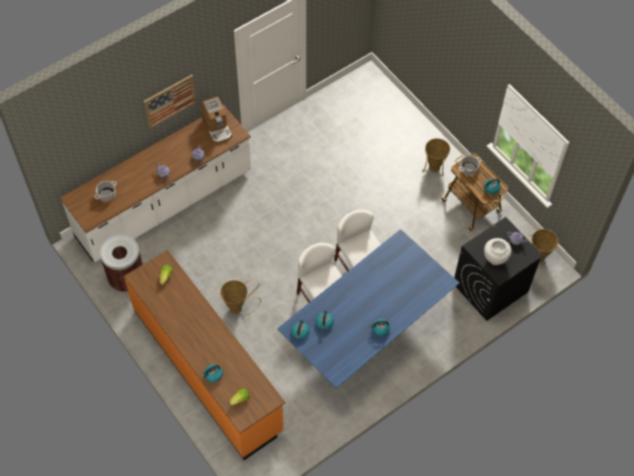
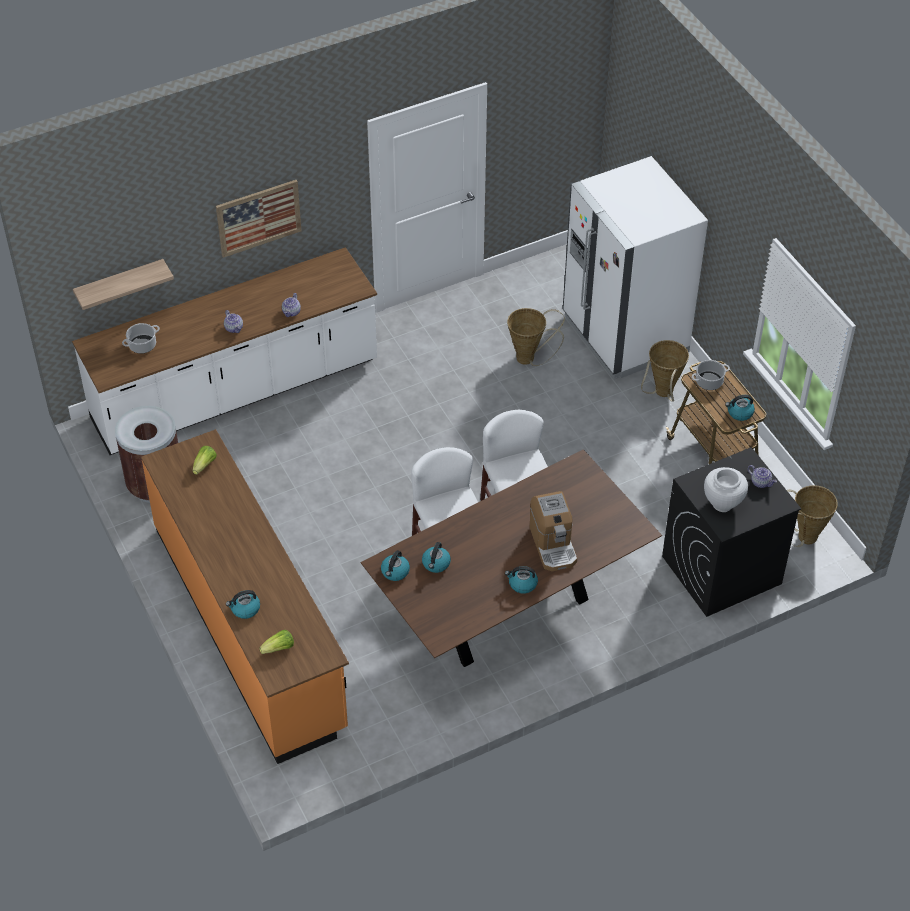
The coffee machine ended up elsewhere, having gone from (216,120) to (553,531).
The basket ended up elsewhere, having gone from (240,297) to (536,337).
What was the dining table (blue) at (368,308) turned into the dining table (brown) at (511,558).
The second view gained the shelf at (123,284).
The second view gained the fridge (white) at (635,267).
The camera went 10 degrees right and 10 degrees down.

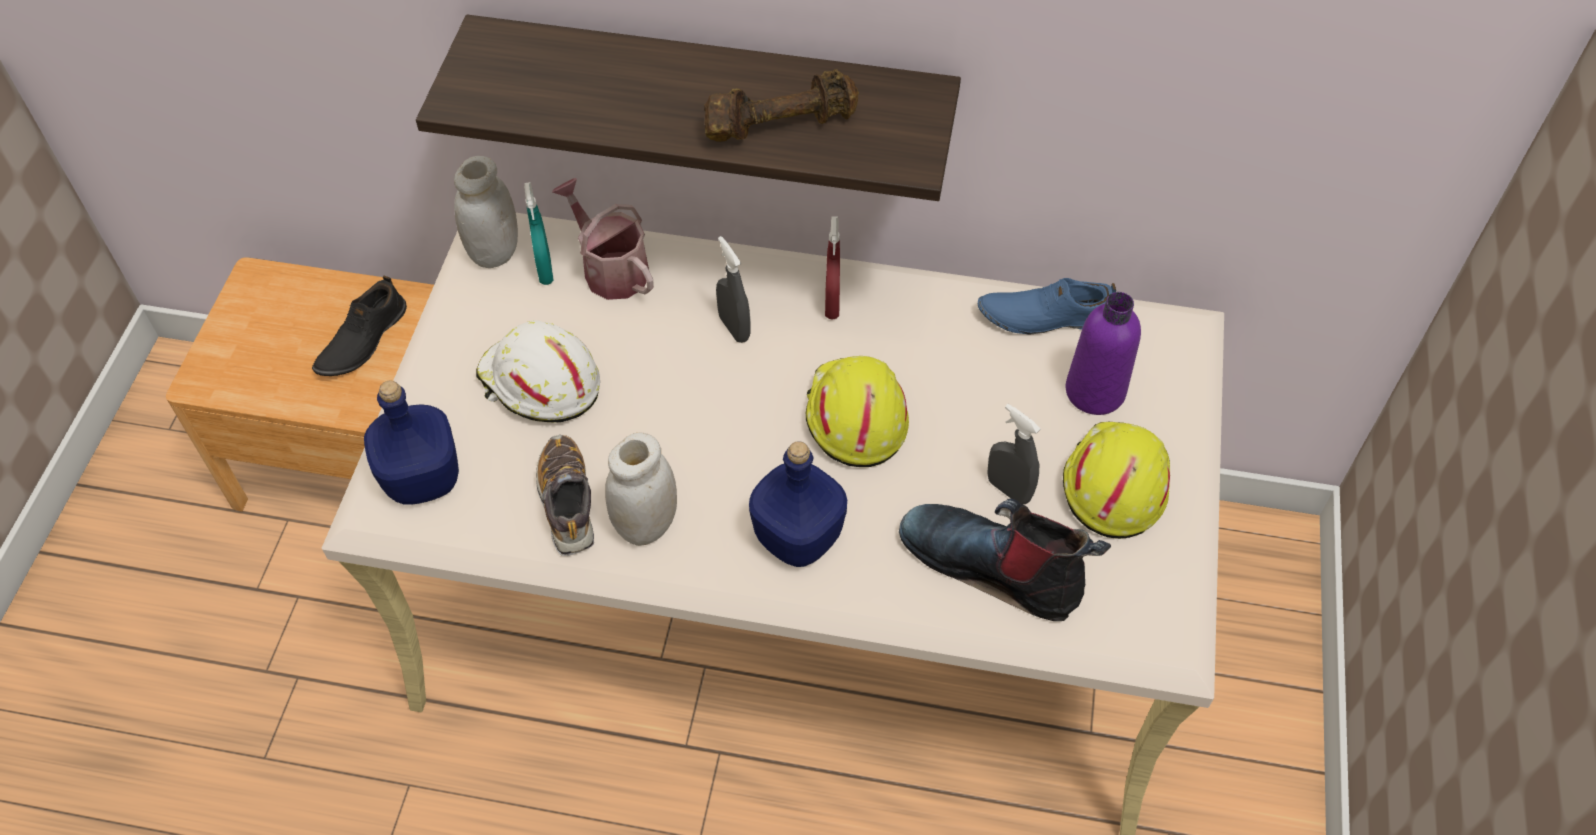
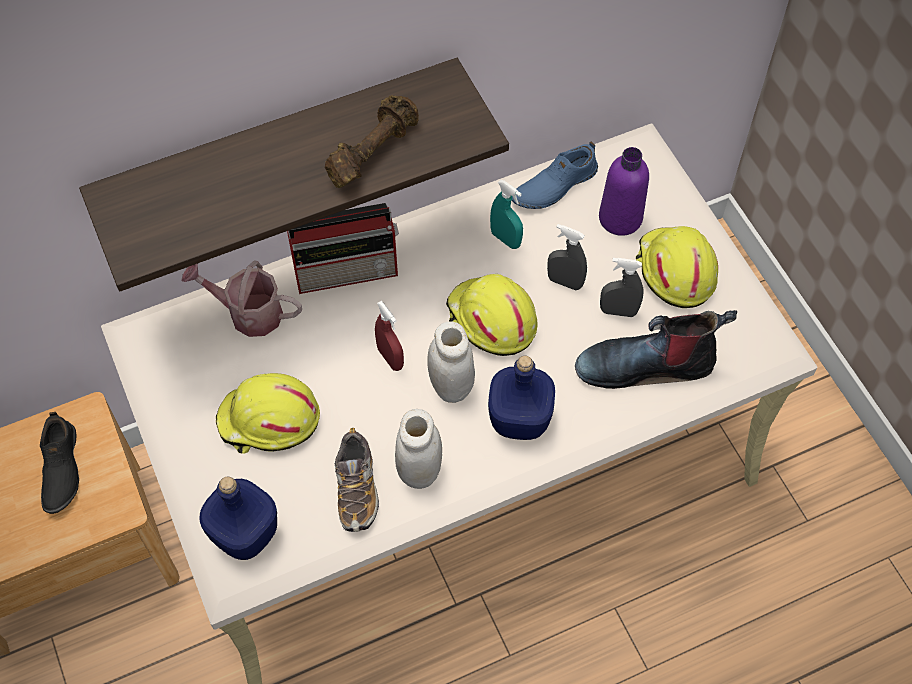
The jar (white) ended up elsewhere, having gone from (486,212) to (451,362).
What was the hard hat (white) at (538,371) turned into the hard hat (yellow) at (268,413).
The spray bottle (turquoise) ended up elsewhere, having gone from (538,233) to (506,214).
The shoe at (565,495) ended up facing another way, 135 degrees counterclockwise from before.
The spray bottle (grey) ended up elsewhere, having gone from (733,289) to (567,257).
The spray bottle (red) ended up elsewhere, having gone from (832,267) to (389,336).
The second view gained the radio at (343,248).
The camera went 35 degrees left and 5 degrees up.

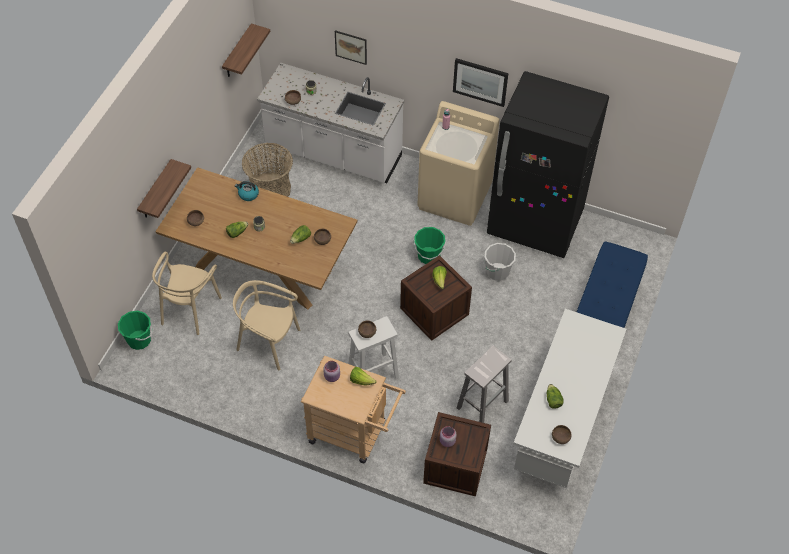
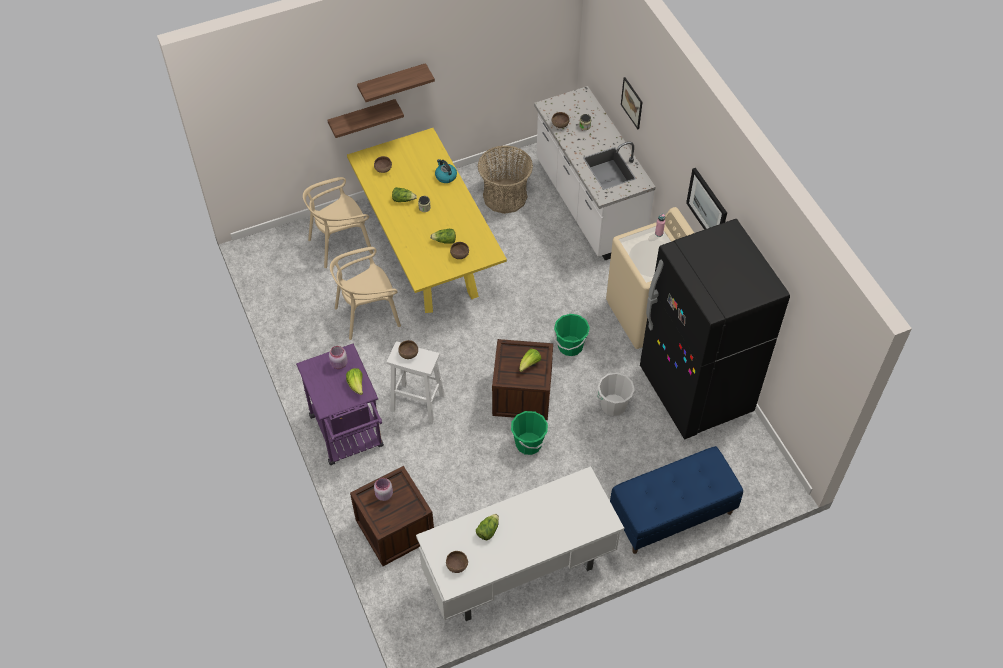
The bucket (green) ended up elsewhere, having gone from (135,330) to (529,433).
What was the dining table (brown) at (256,238) turned into the dining table (yellow) at (427,220).
The shelf ended up elsewhere, having gone from (246,50) to (396,82).
The chair (beige) at (266,325) ended up facing another way, 90 degrees counterclockwise from before.
What was the cart (beige) at (353,409) turned into the cart (purple) at (340,404).
The second view lost the stool (white) at (484,384).
The camera went 45 degrees right and 0 degrees up.

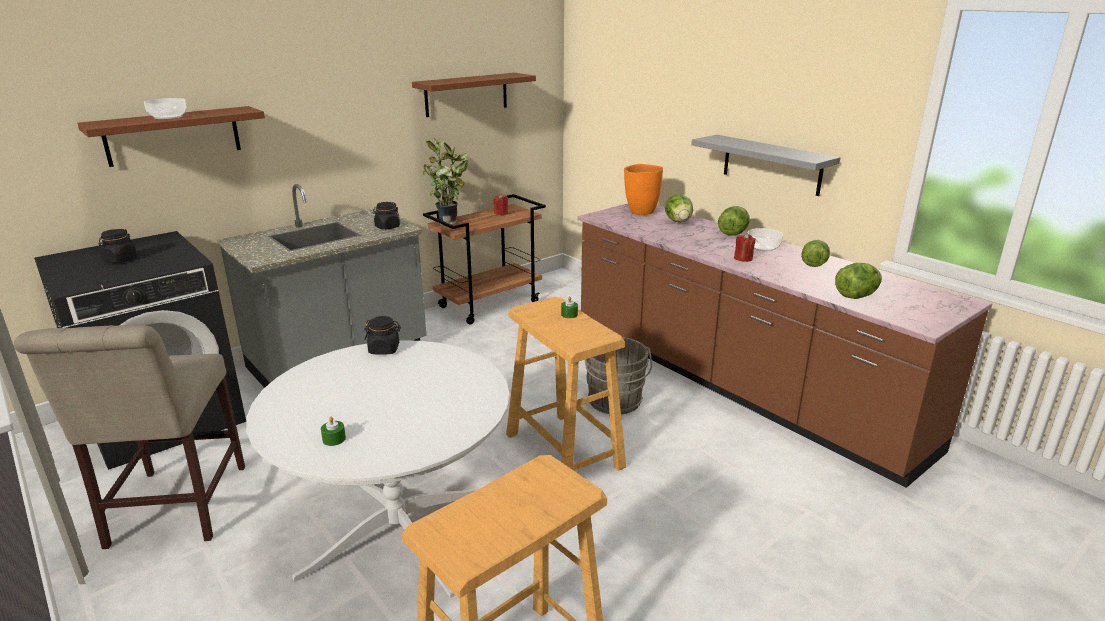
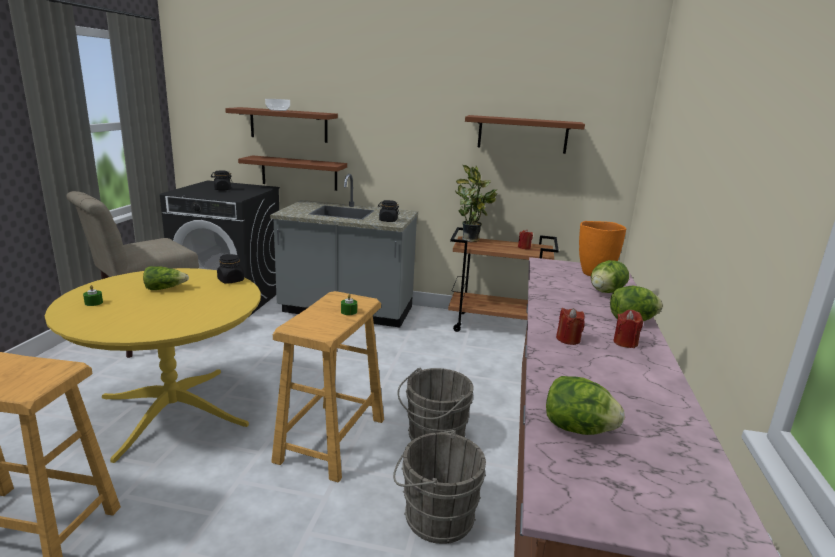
What was the dining table (white) at (378,469) turned into the dining table (yellow) at (153,365).
The second view lost the shelf (grey) at (765,165).
Where the bowl stood at (765,239), the candle (red) came to stand at (628,329).
The lettuce ended up elsewhere, having gone from (815,253) to (166,278).
The second view gained the shelf (brown) at (292,173).
The second view gained the bucket (grey) at (439,487).
The camera went 50 degrees right and 5 degrees down.

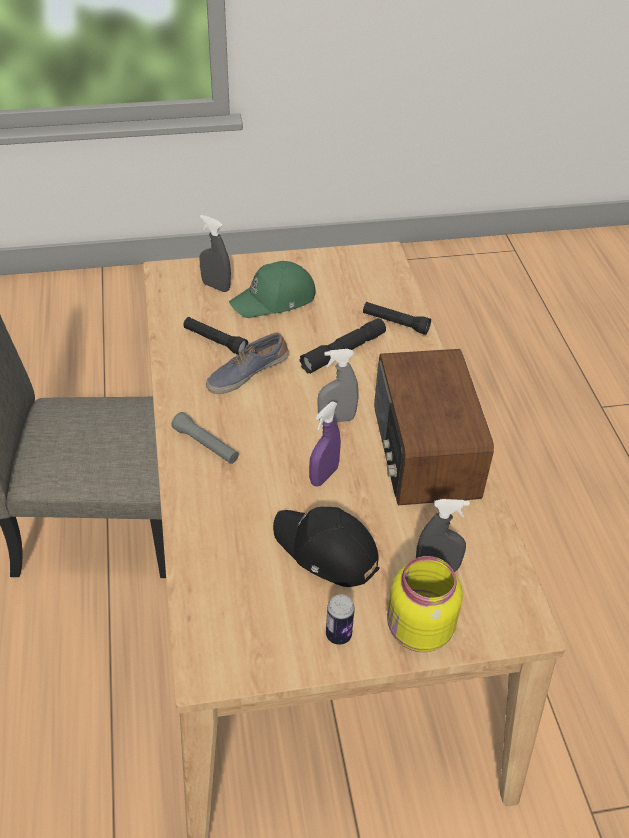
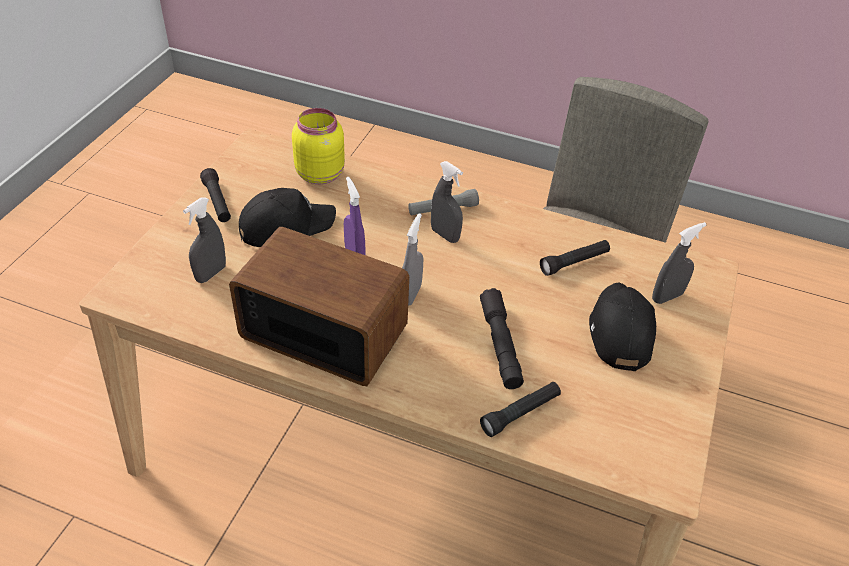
The second view lost the shoe at (247,363).
What was the cap (green) at (272,289) turned into the cap (black) at (622,326).
Where the can stood at (340,619), the flashlight (black) came to stand at (215,195).
The jar (yellow) ended up elsewhere, having gone from (425,604) to (318,146).
The second view gained the spray bottle (grey) at (447,202).
The camera went 120 degrees right and 0 degrees up.

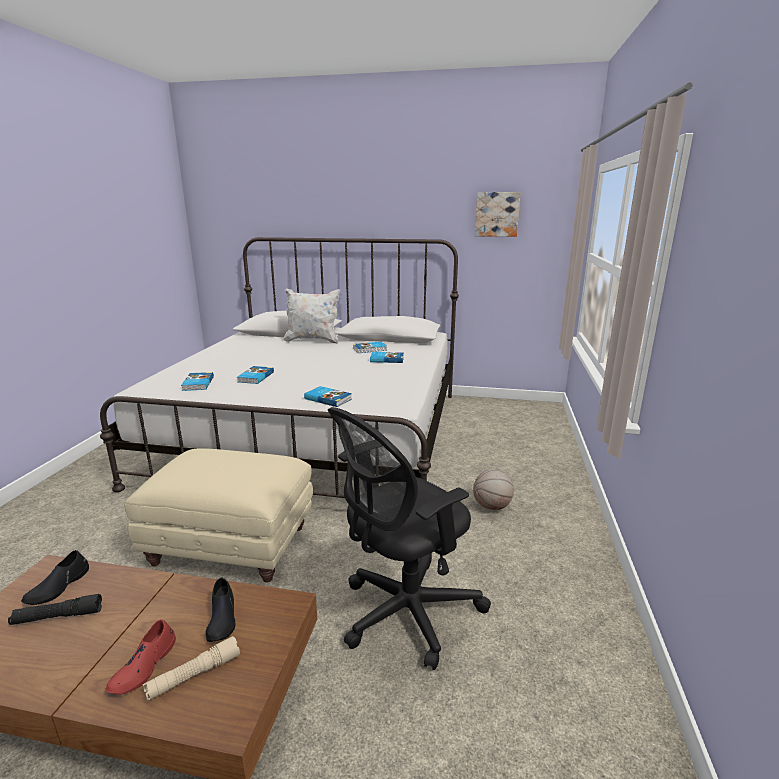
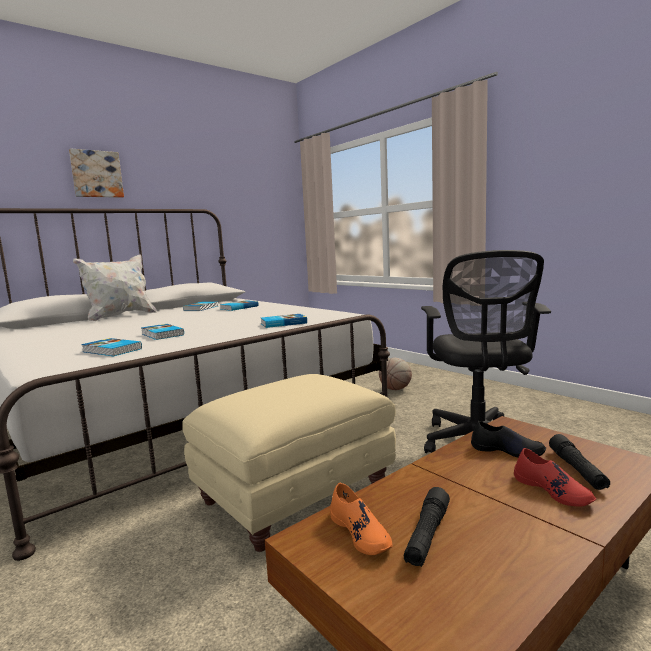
What was the shoe (black) at (55,577) turned into the shoe (orange) at (361,519).
What was the flashlight (beige) at (191,668) turned into the flashlight (black) at (579,462).
The picture ended up elsewhere, having gone from (498,214) to (96,173).
The camera went 50 degrees left and 10 degrees down.

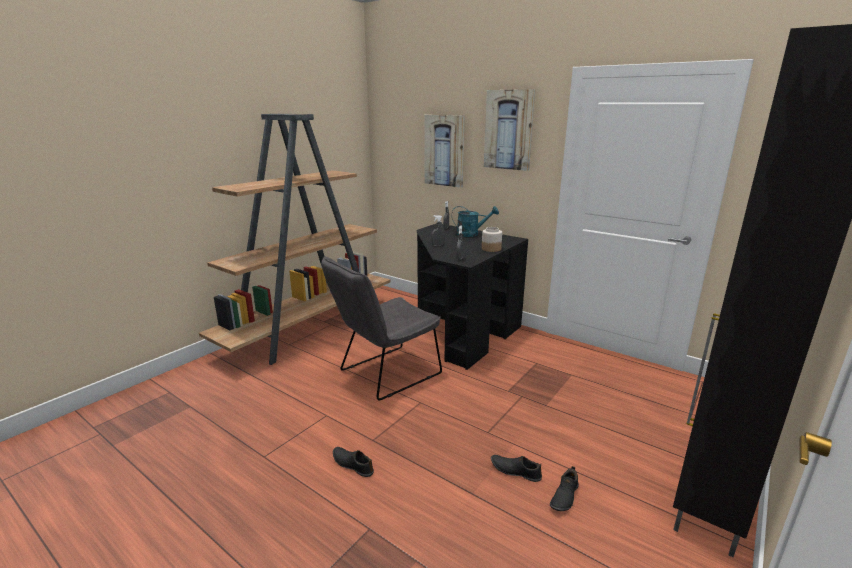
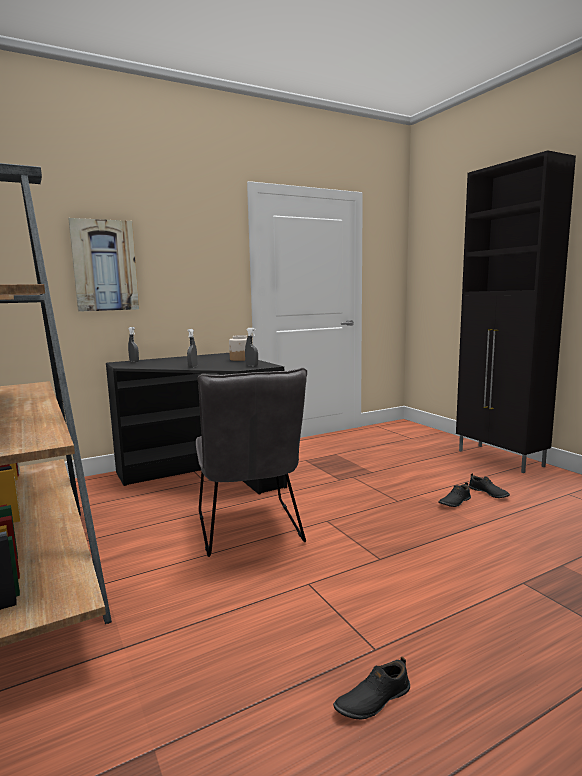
The shoe (black) ended up elsewhere, having gone from (353,462) to (371,688).
The second view lost the watering can (turquoise) at (475,221).
The second view lost the picture at (509,130).
The camera went 65 degrees left and 10 degrees down.

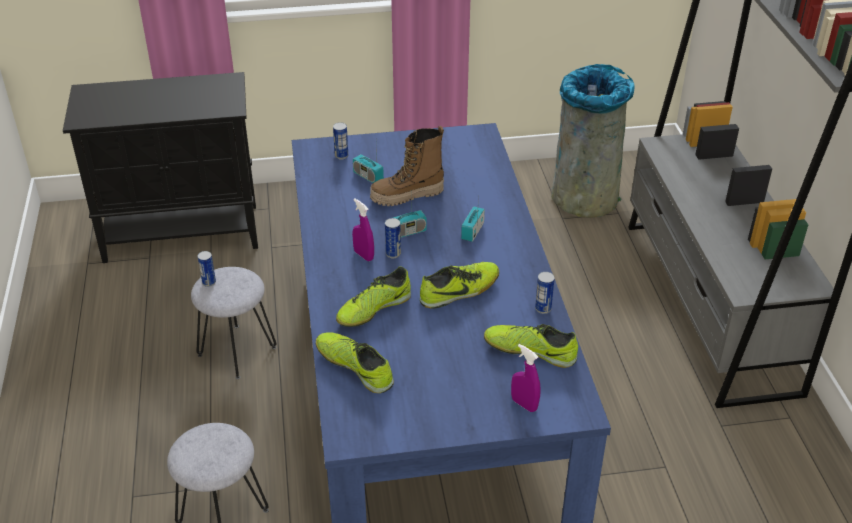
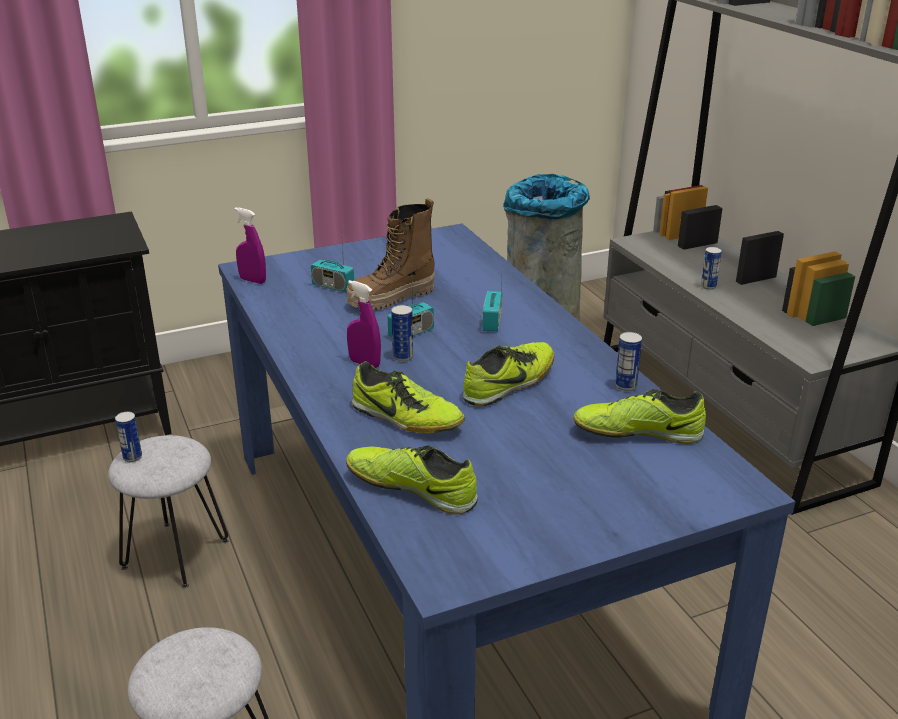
The can ended up elsewhere, having gone from (340,141) to (711,268).
The shoe at (373,296) ended up facing another way, 90 degrees counterclockwise from before.
The spray bottle (purple) ended up elsewhere, having gone from (526,378) to (250,245).
The camera went 15 degrees left and 10 degrees down.

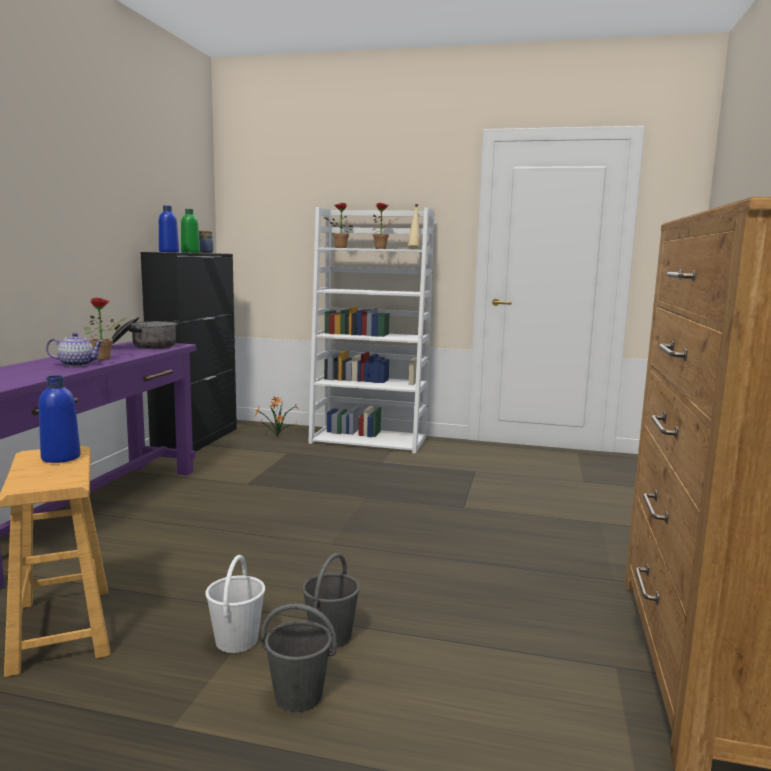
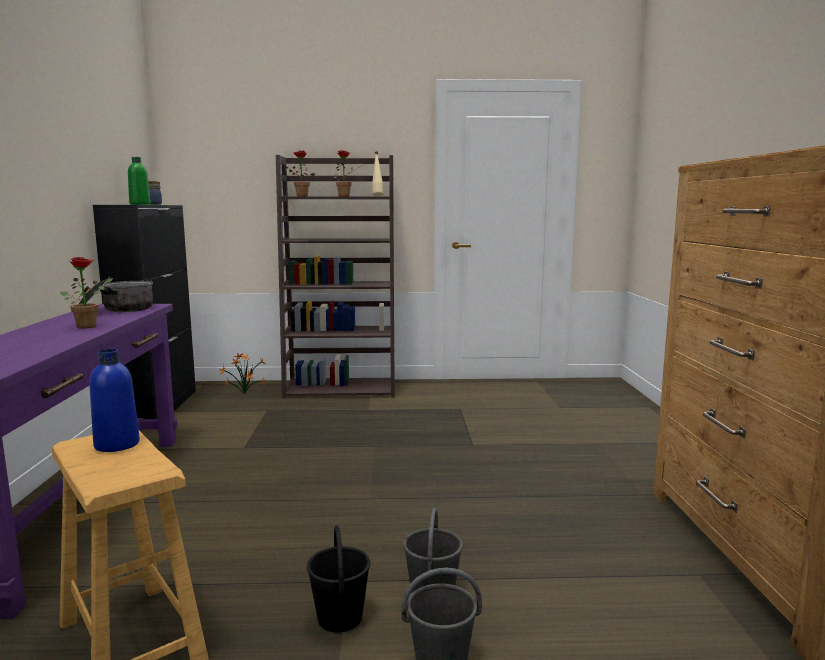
The second view lost the teapot at (75,350).
The second view lost the bottle (blue) at (169,228).
What was the bucket (white) at (235,604) turned into the bucket (black) at (338,579).
What was the bookcase (white) at (371,330) turned into the bookcase (brown) at (335,277).
The camera went 15 degrees left and 0 degrees up.

